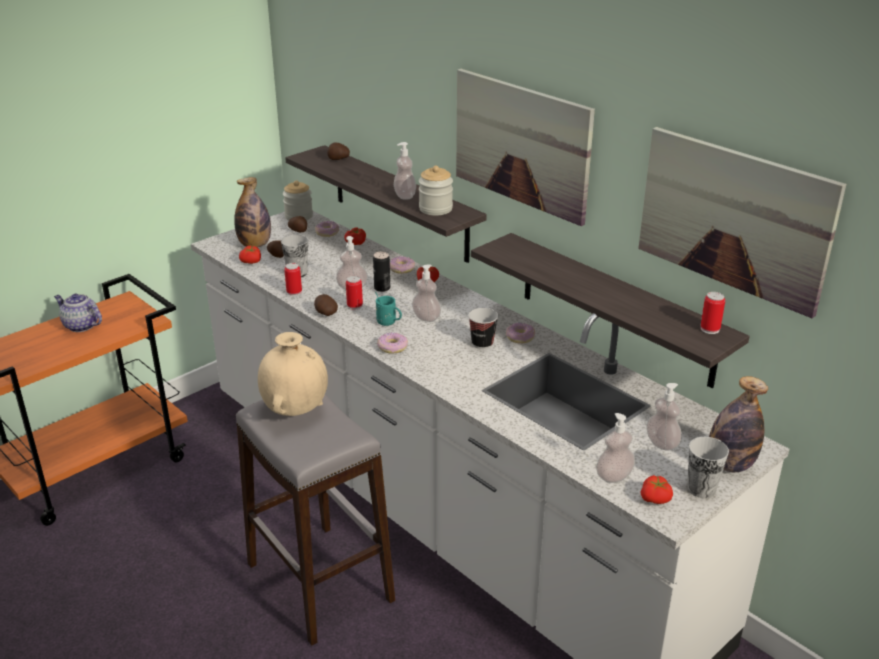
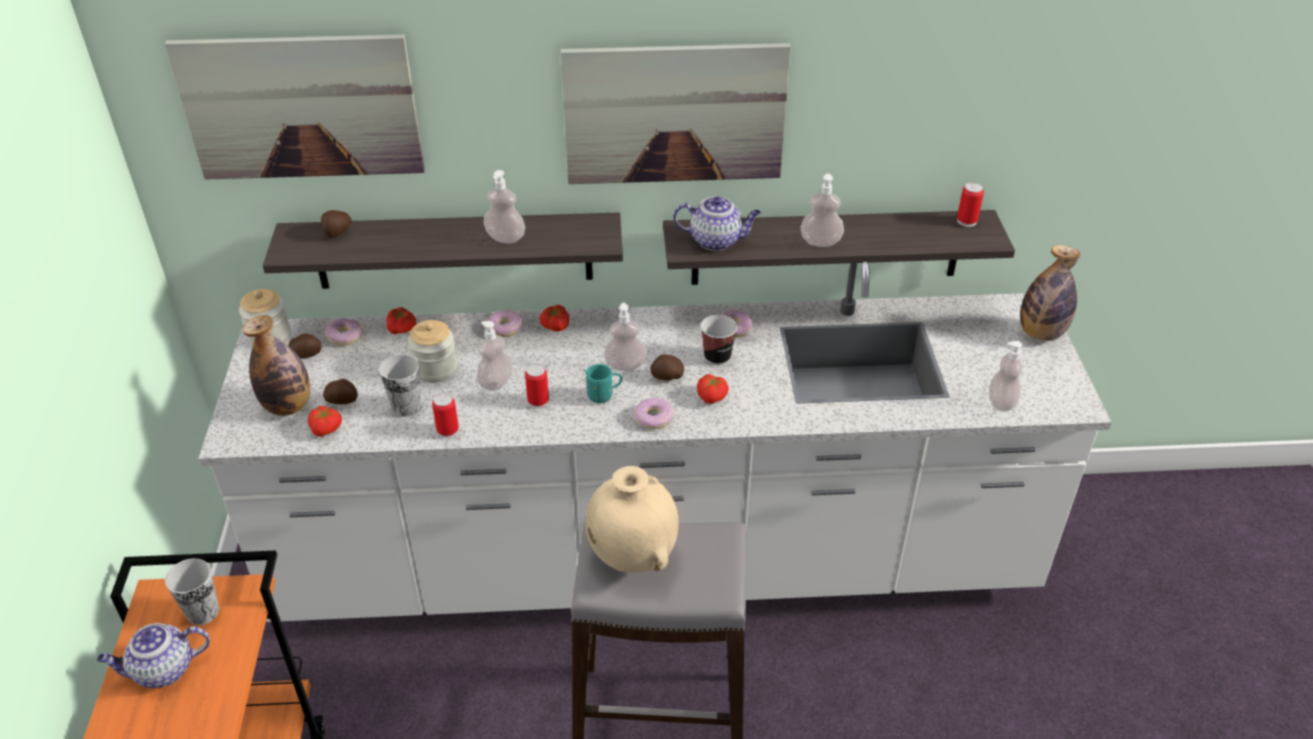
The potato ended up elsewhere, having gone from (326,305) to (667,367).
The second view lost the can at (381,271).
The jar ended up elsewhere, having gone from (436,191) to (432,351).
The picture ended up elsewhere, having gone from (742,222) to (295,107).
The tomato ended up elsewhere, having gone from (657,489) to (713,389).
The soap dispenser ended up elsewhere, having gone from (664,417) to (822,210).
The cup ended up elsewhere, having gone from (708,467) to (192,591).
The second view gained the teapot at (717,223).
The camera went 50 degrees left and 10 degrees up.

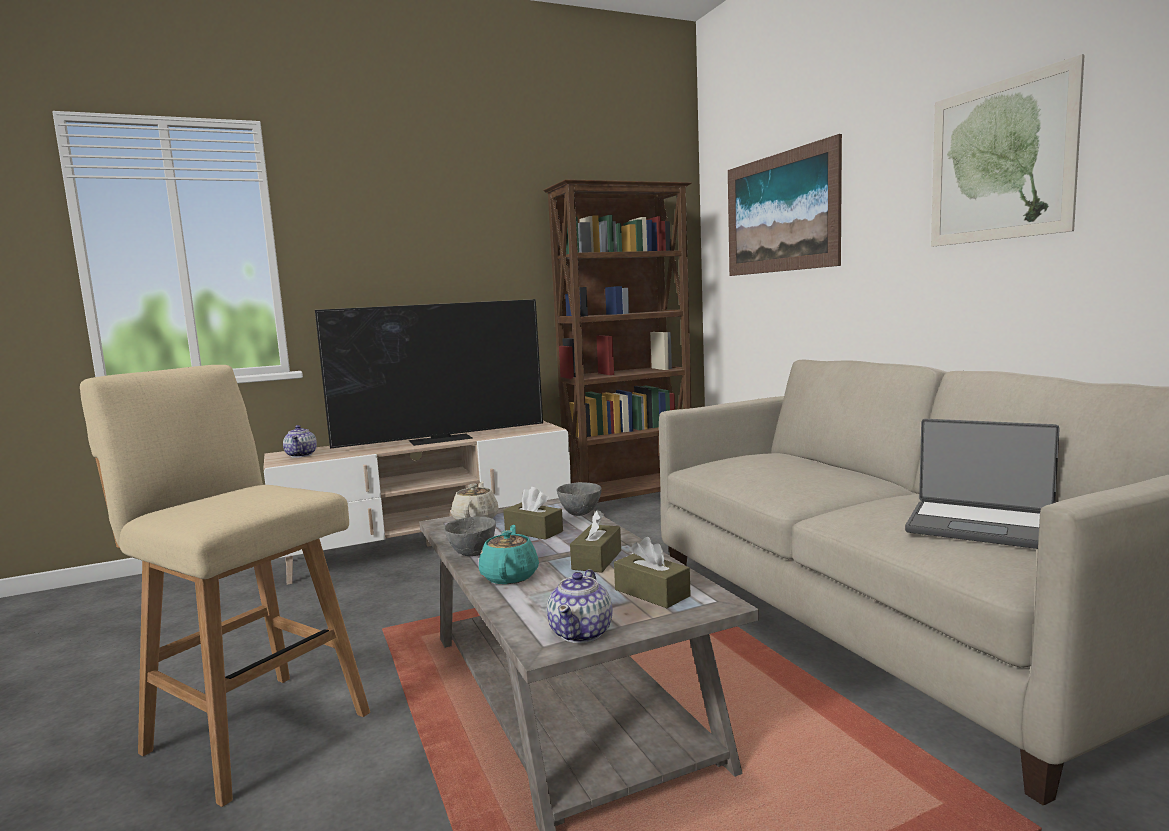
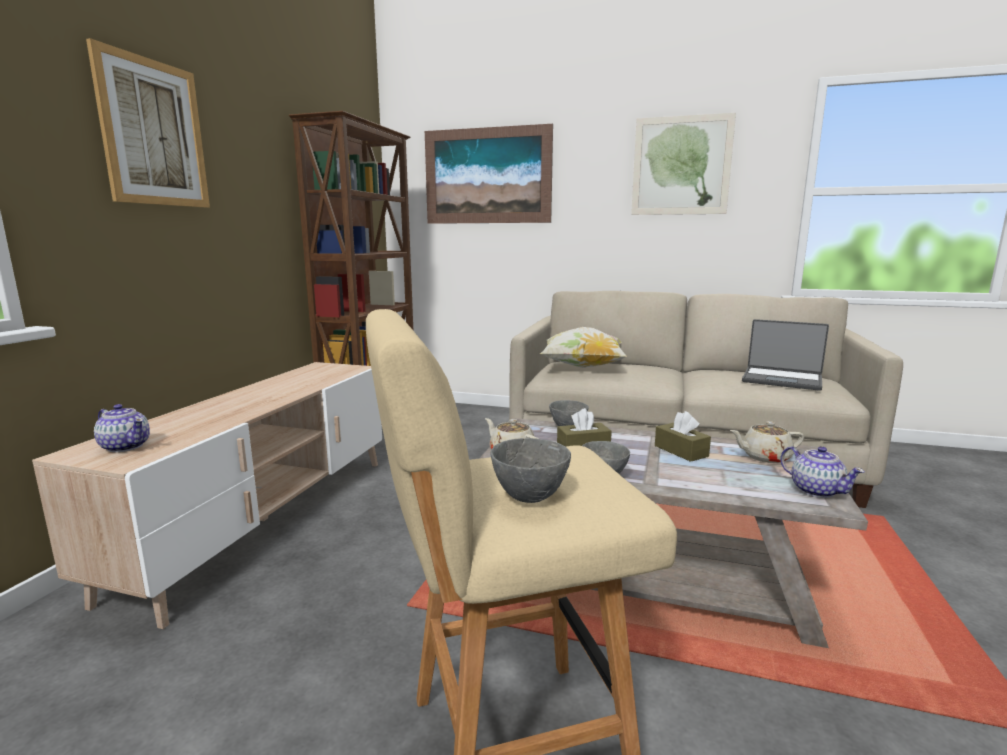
The second view lost the television at (429,374).
The second view lost the teapot (turquoise) at (509,554).
Where the tissue box (brown) stood at (652,572), the teapot (beige) came to stand at (767,442).
The laptop at (982,484) ended up facing another way, 45 degrees clockwise from before.
The second view gained the picture at (148,123).
The second view gained the bowl (grey) at (531,470).
The second view gained the pillow at (583,347).
The camera went 50 degrees left and 5 degrees up.

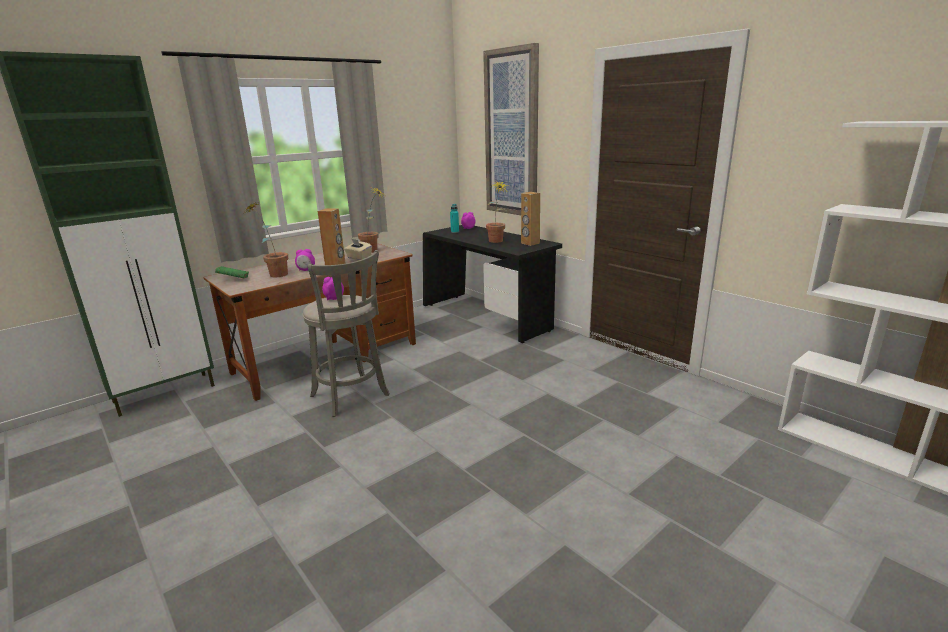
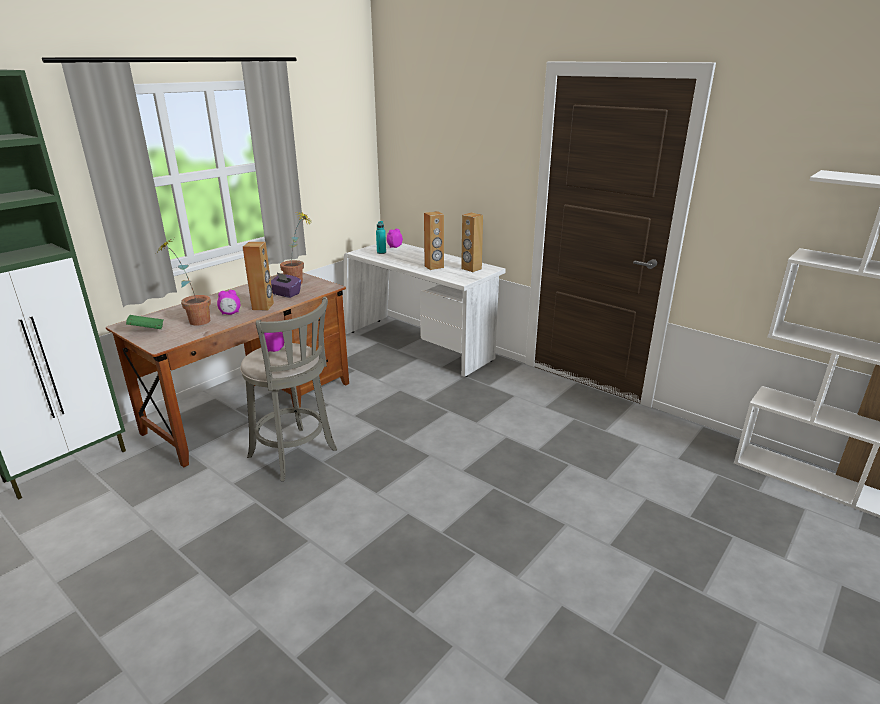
What was the tissue box (beige) at (358,249) turned into the tissue box (purple) at (286,285).
What was the desk (black) at (492,284) turned into the desk (white) at (425,309).
The second view lost the picture at (511,129).
Where the potted plant stood at (497,211), the speaker (brown) came to stand at (434,240).
The camera went 10 degrees left and 5 degrees up.

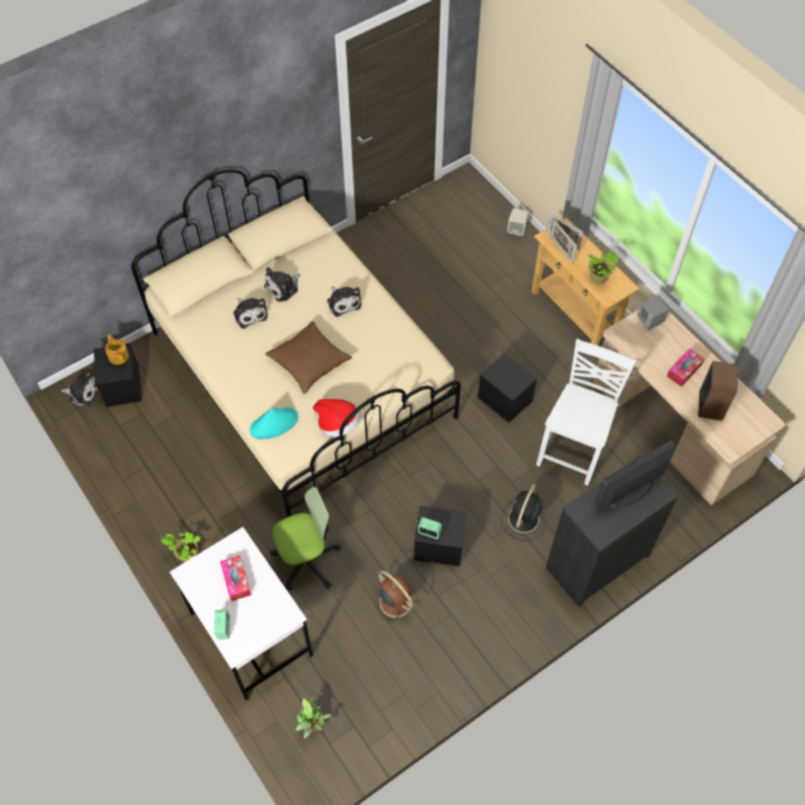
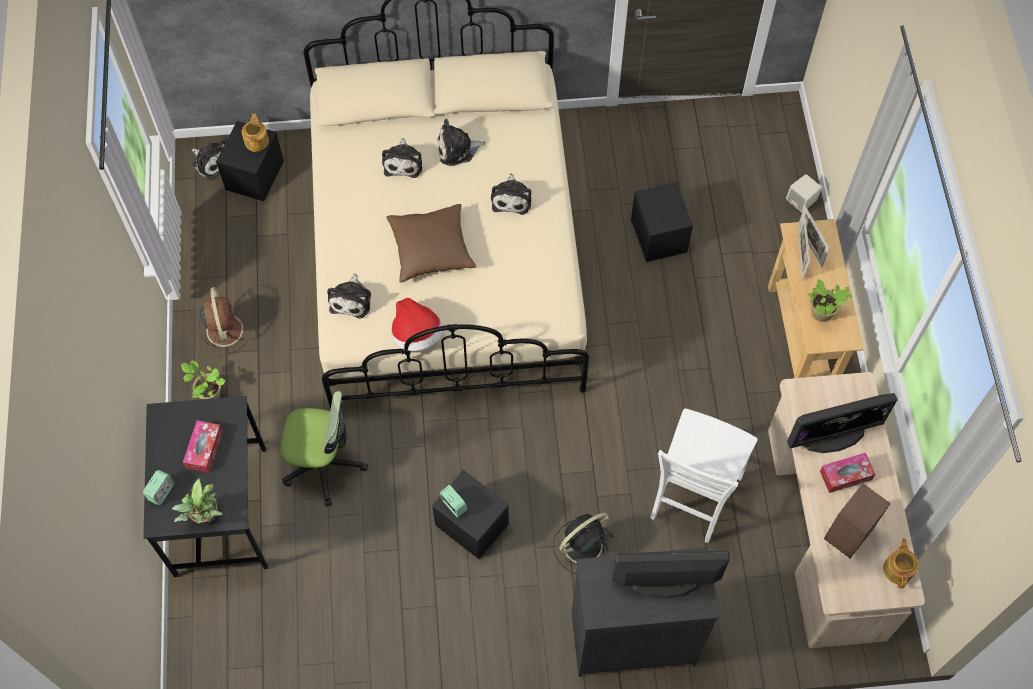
What was the desk (white) at (241,613) turned into the desk (black) at (205,486).
Where the hat (turquoise) stood at (274,423), the plush toy came to stand at (349,296).
The potted plant ended up elsewhere, having gone from (314,718) to (197,501).
The fan (brown) ended up elsewhere, having gone from (394,598) to (224,322).
The storage box (black) ended up elsewhere, having gone from (507,388) to (662,222).
The chair (white) at (586,412) ended up facing another way, 150 degrees clockwise from before.
The second view lost the speaker (grey) at (653,313).
The second view gained the monitor at (842,423).
The second view gained the teapot at (901,563).
The camera went 30 degrees right and 5 degrees up.

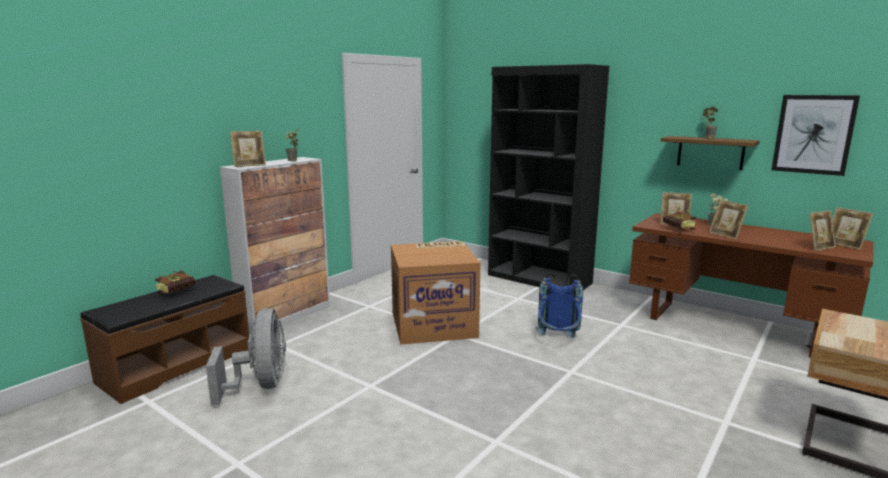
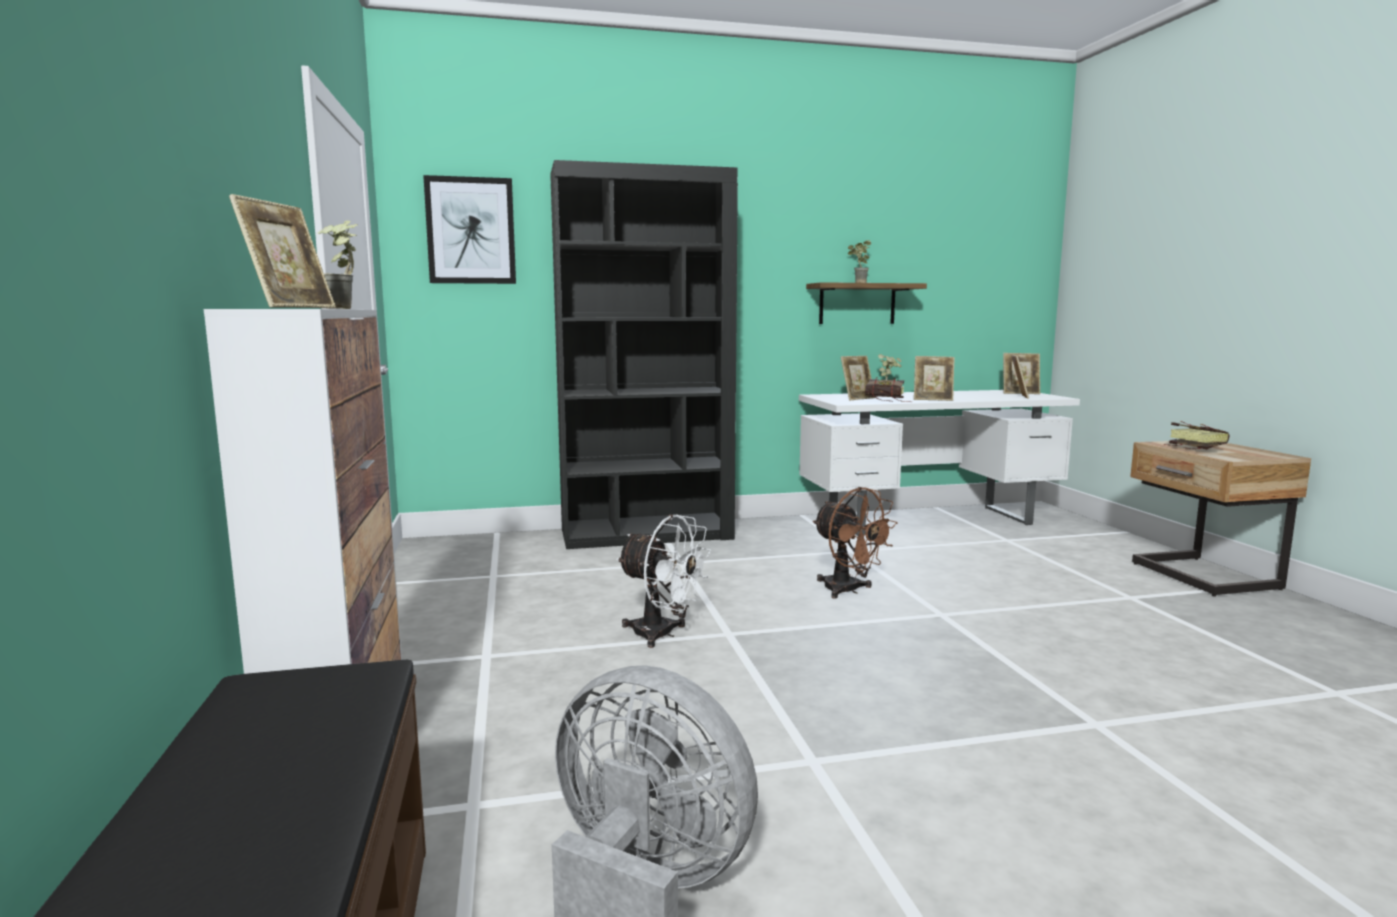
The book ended up elsewhere, having gone from (175,282) to (1197,435).
Where the cardboard box stood at (435,293), the fan (white) came to stand at (663,581).
Where the backpack (blue) stood at (559,305), the fan (brown) came to stand at (855,543).
What was the desk (brown) at (751,285) turned into the desk (white) at (939,463).
The picture ended up elsewhere, having gone from (816,135) to (469,229).
The camera went 50 degrees left and 5 degrees down.

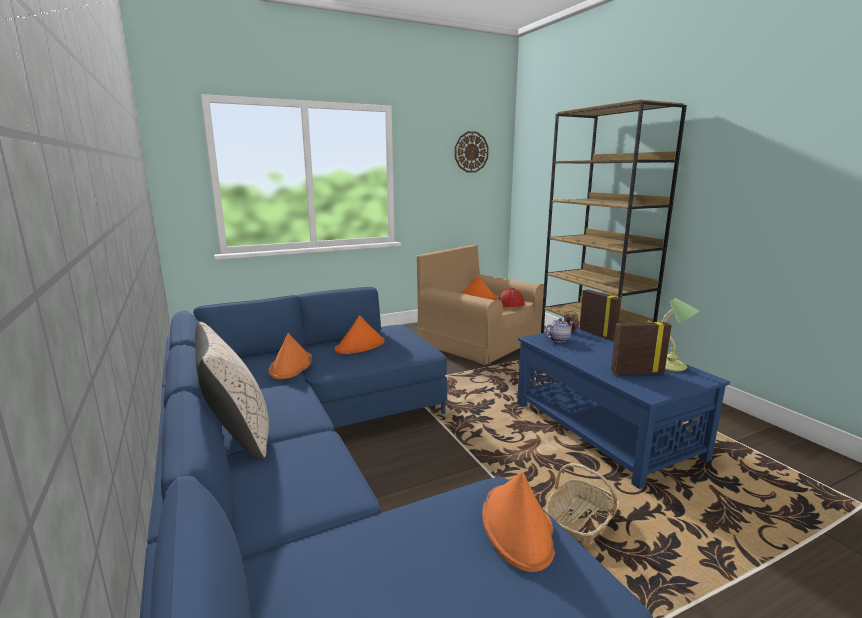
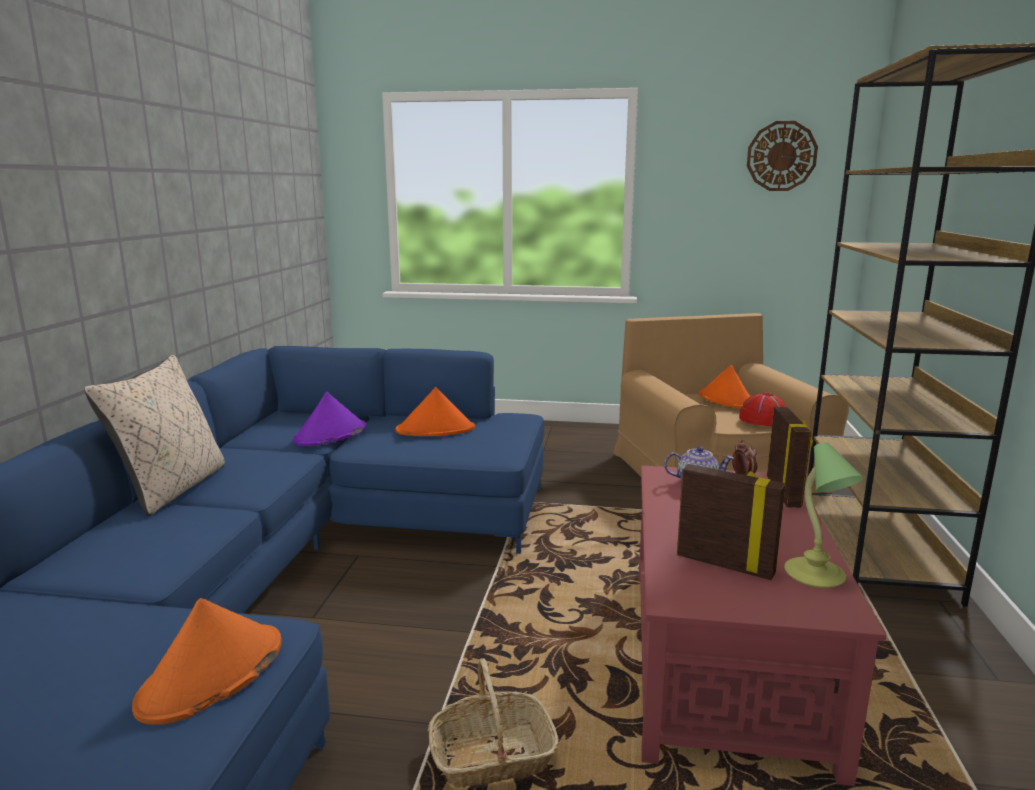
What was the hat (orange) at (290,356) turned into the hat (purple) at (329,419).
What was the coffee table (blue) at (623,408) turned into the coffee table (red) at (762,625).
The camera went 35 degrees right and 0 degrees up.

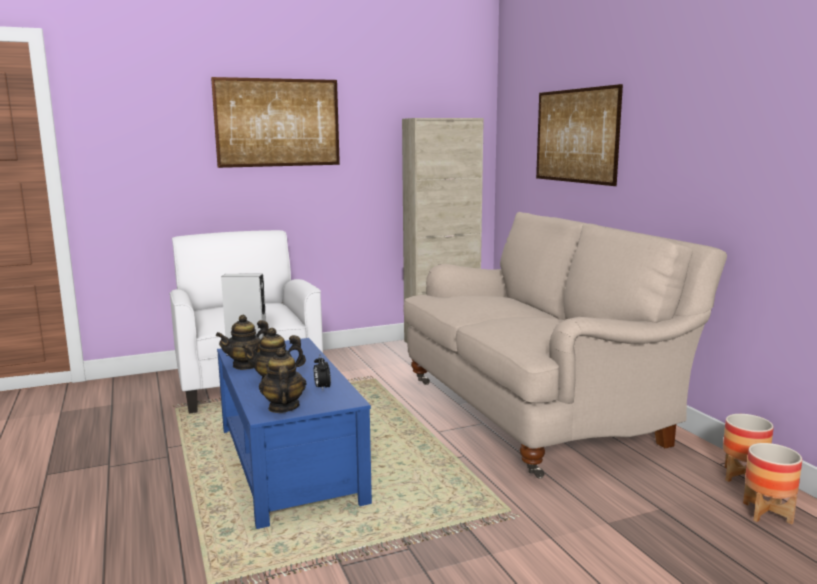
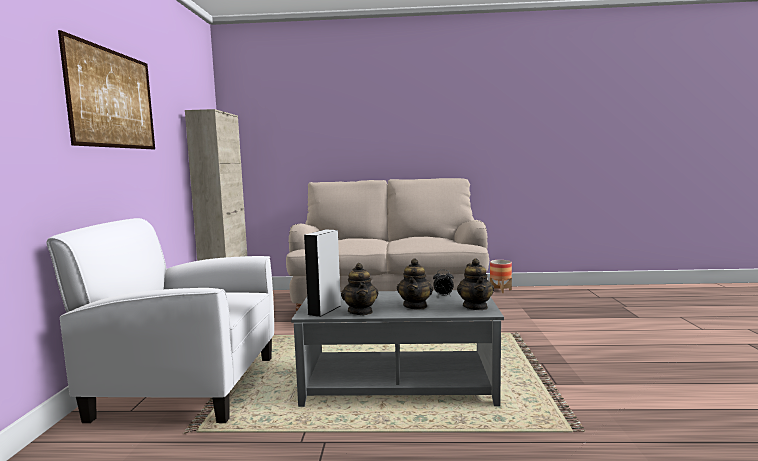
What was the coffee table (blue) at (294,433) turned into the coffee table (grey) at (397,348).
The teapot at (283,380) ended up facing another way, 105 degrees counterclockwise from before.
The second view lost the picture at (579,135).
The second view lost the planter at (772,484).
The camera went 65 degrees left and 5 degrees down.

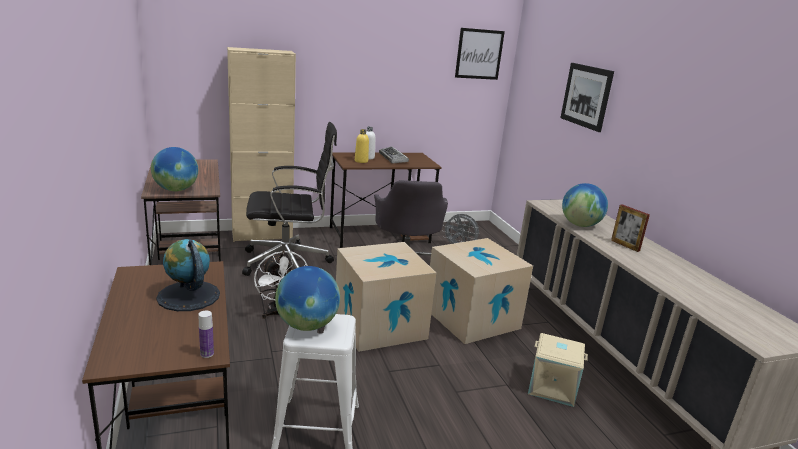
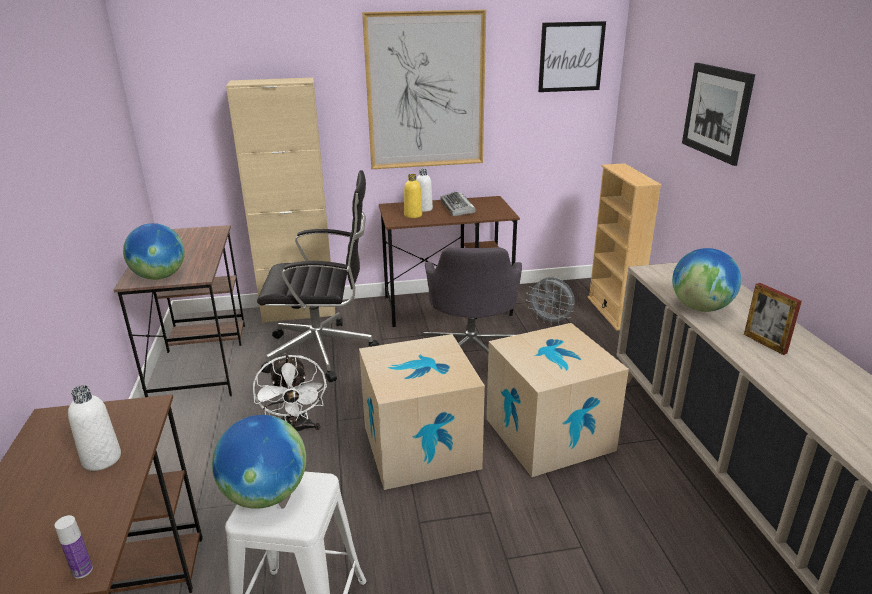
Where the globe stood at (188,275), the bottle (white) came to stand at (94,428).
The second view lost the storage box (beige) at (558,370).
The second view gained the picture at (424,89).
The second view gained the bookcase (beige) at (624,247).
The camera went 10 degrees right and 5 degrees up.

